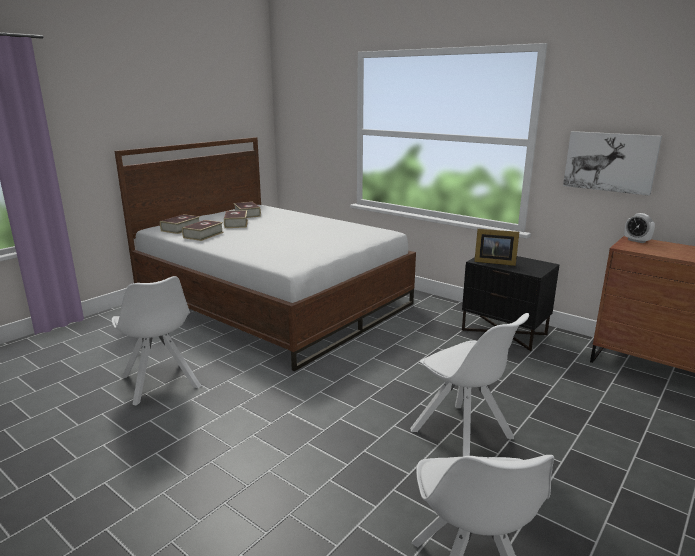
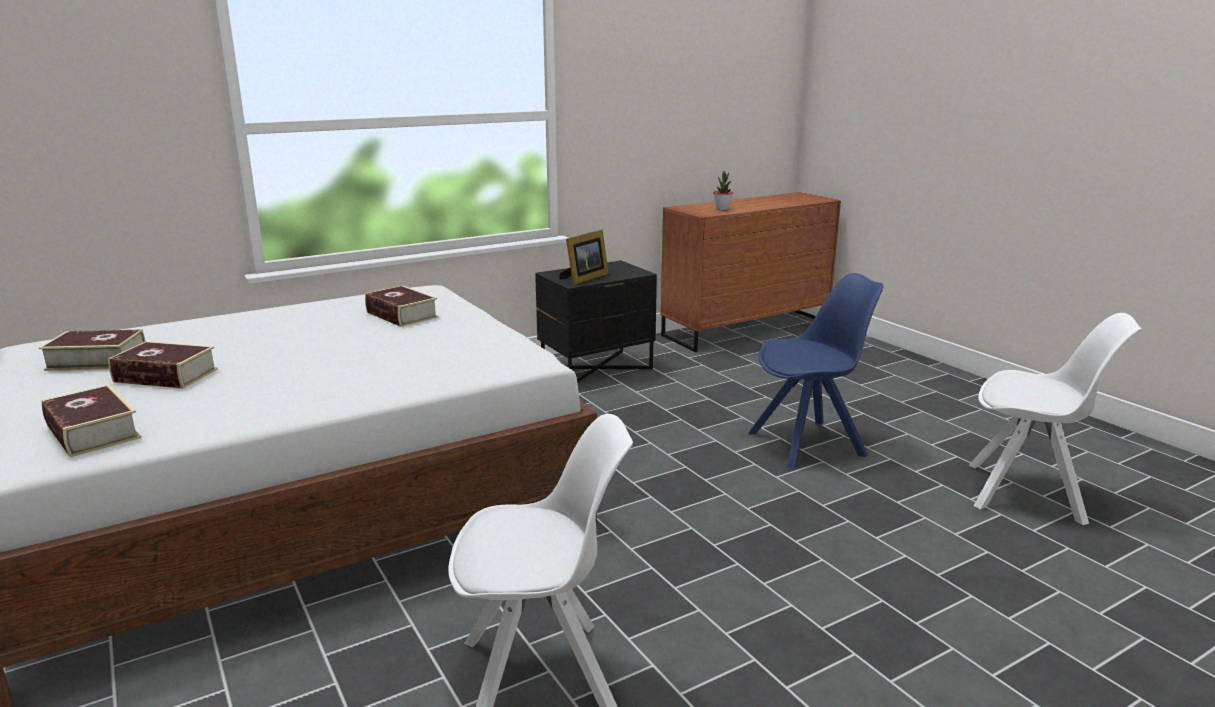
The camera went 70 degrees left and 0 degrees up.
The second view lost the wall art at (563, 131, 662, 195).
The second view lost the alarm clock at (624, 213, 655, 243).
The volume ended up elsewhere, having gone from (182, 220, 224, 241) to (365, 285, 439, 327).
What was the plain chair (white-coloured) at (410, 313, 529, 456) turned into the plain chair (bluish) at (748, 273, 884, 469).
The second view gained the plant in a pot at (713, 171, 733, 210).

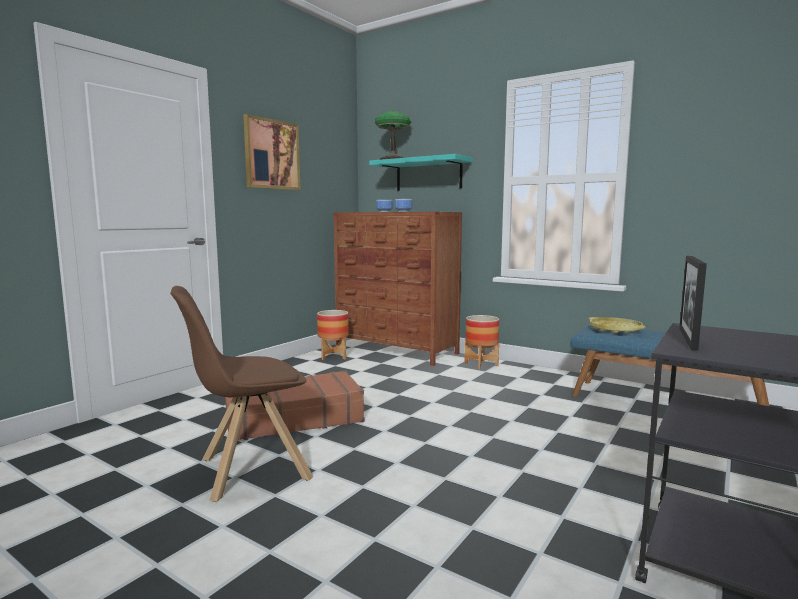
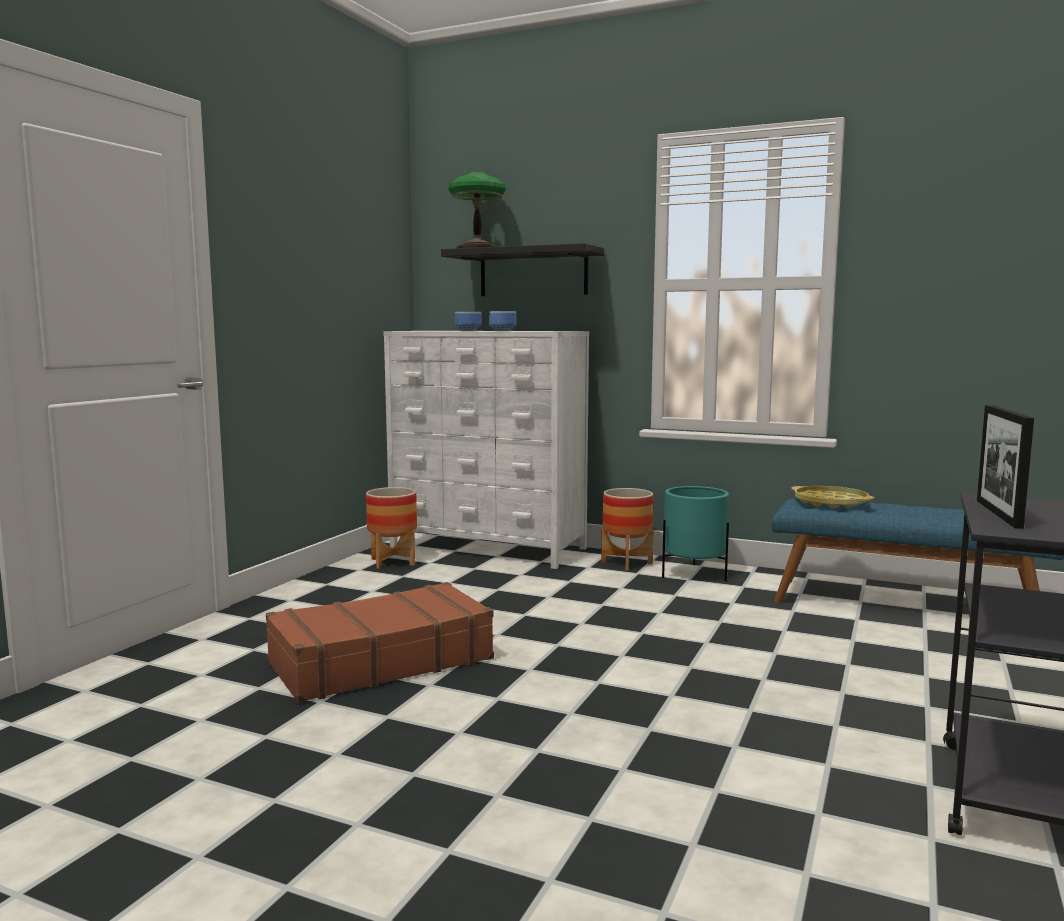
The camera went 10 degrees left and 0 degrees up.
The second view lost the wall art at (243, 114, 300, 190).
What was the wall shelf (blue-green) at (369, 154, 473, 191) turned into the wall shelf (blackish) at (441, 243, 604, 296).
What was the drawer chest (brown-coloured) at (333, 212, 462, 366) turned into the drawer chest (white-coloured) at (383, 331, 589, 569).
The second view lost the plain chair (brown-coloured) at (171, 286, 313, 502).
The second view gained the planter (blue-green) at (662, 486, 729, 581).

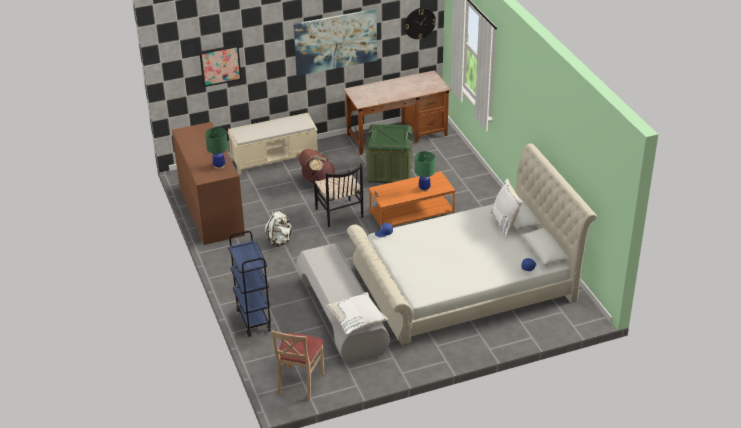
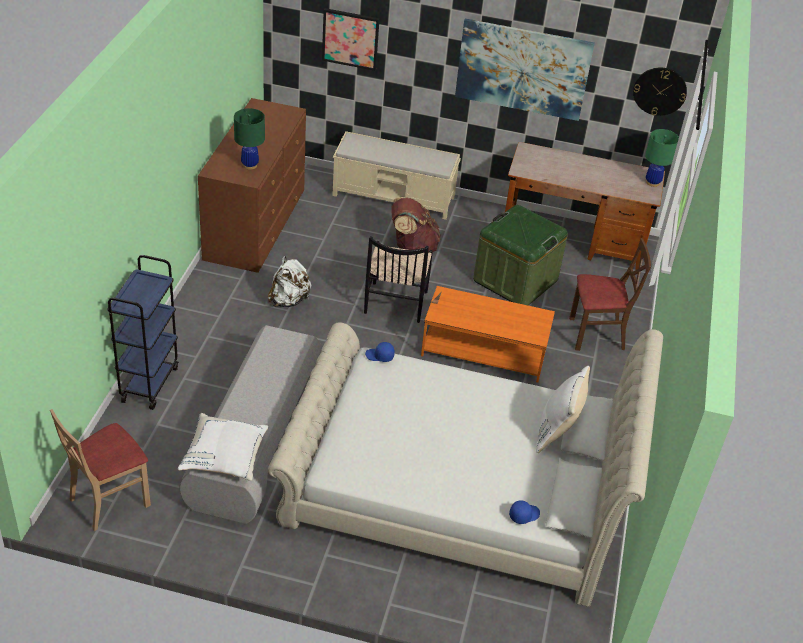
The camera went 30 degrees right and 5 degrees up.
The lamp for a table (greenish) ended up elsewhere, having gone from (415, 151, 435, 192) to (645, 129, 679, 187).
The second view gained the plain chair (brown-coloured) at (569, 238, 651, 351).

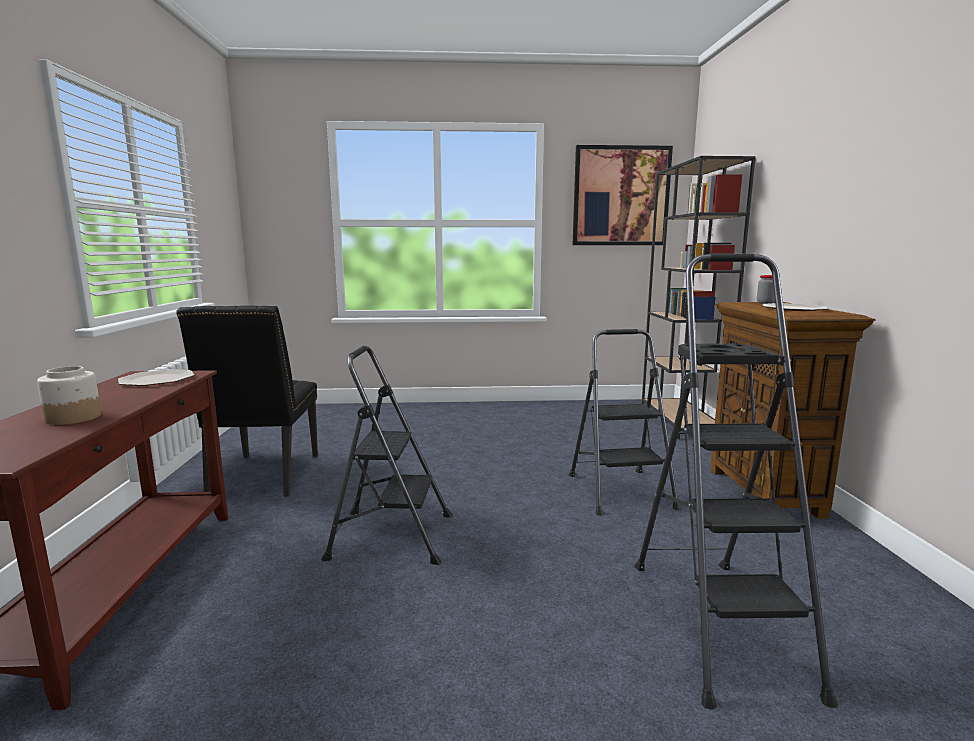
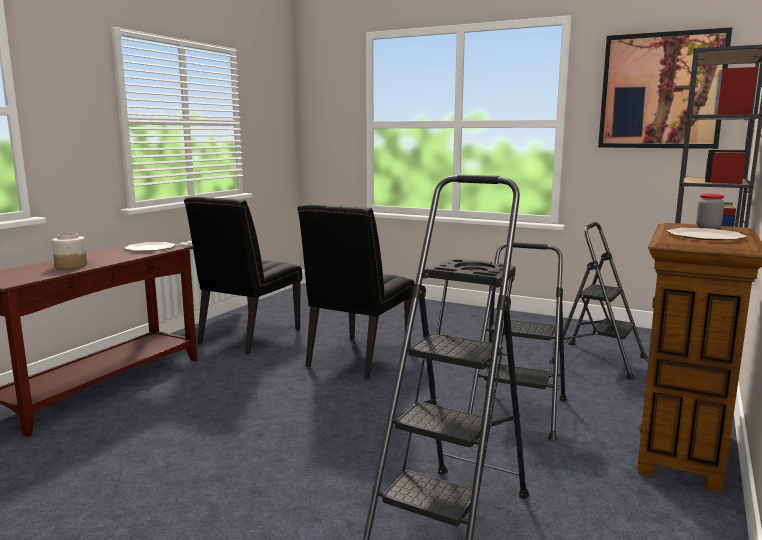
The camera went 30 degrees right and 0 degrees up.
The step ladder (blackish) ended up elsewhere, having gone from (321, 346, 452, 565) to (549, 222, 648, 380).
The second view gained the plain chair (blackish) at (297, 204, 415, 379).

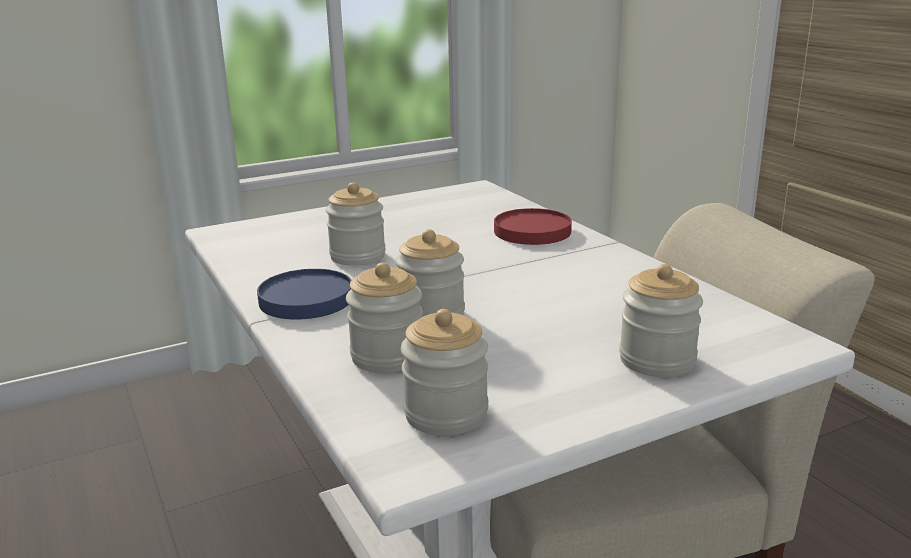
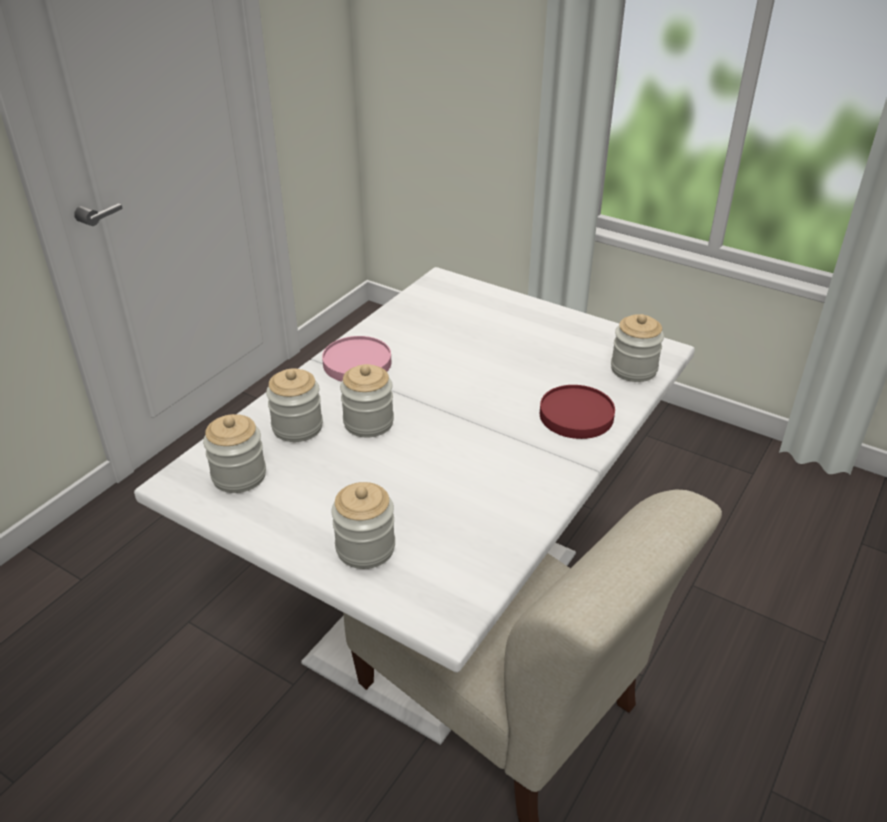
The camera went 60 degrees right and 15 degrees up.
The preserve jar ended up elsewhere, having gone from (326, 182, 386, 266) to (611, 314, 664, 382).
What was the flat dish (bluish) at (257, 269, 351, 320) turned into the flat dish (pink) at (322, 336, 391, 382).

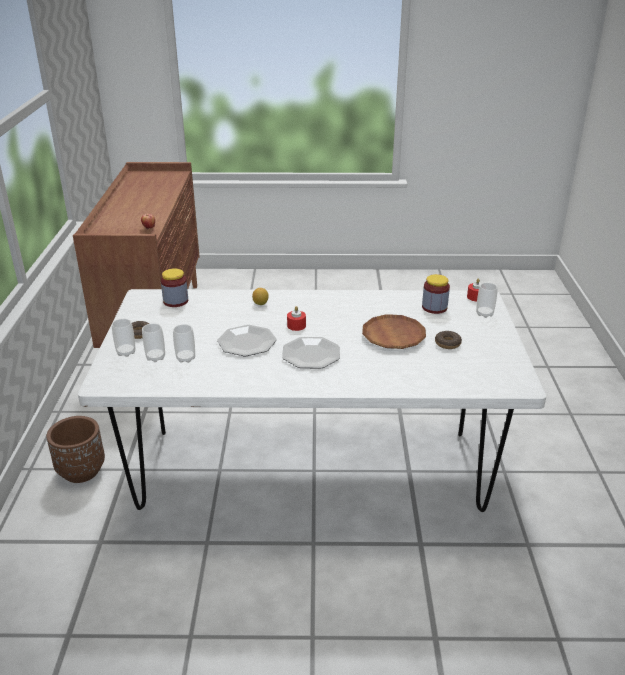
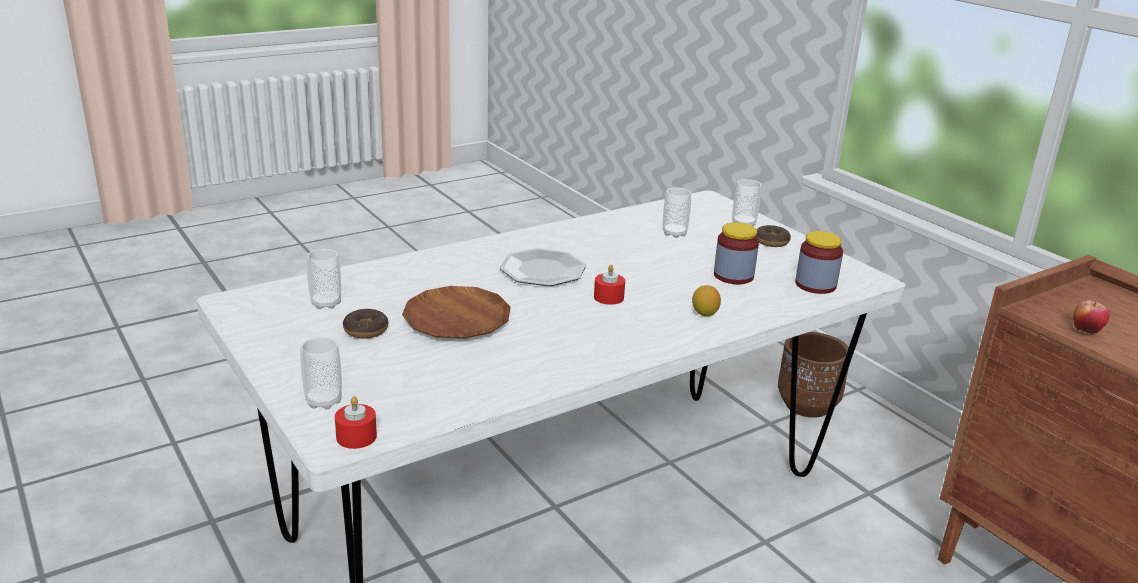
The camera went 145 degrees right and 5 degrees down.
The preserve jar ended up elsewhere, having gone from (422, 274, 450, 314) to (714, 222, 759, 284).
The cup ended up elsewhere, having gone from (142, 323, 165, 362) to (307, 249, 341, 309).
The second view lost the flat dish at (217, 325, 277, 356).

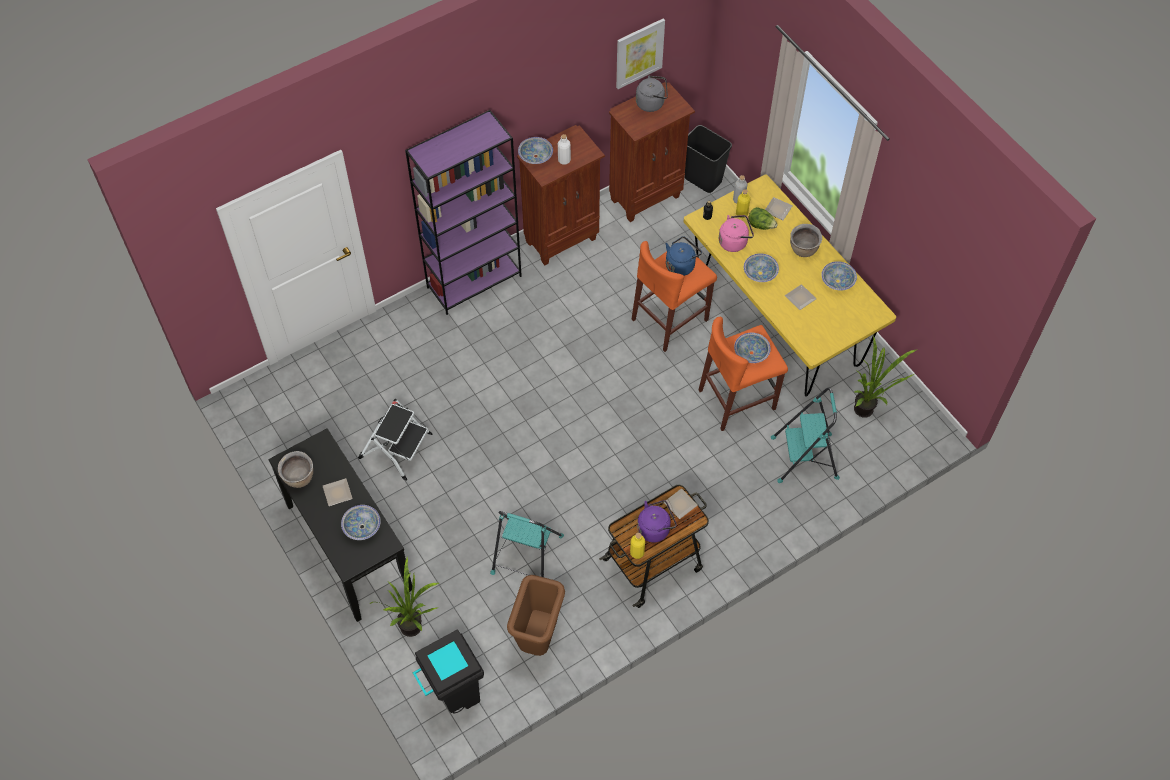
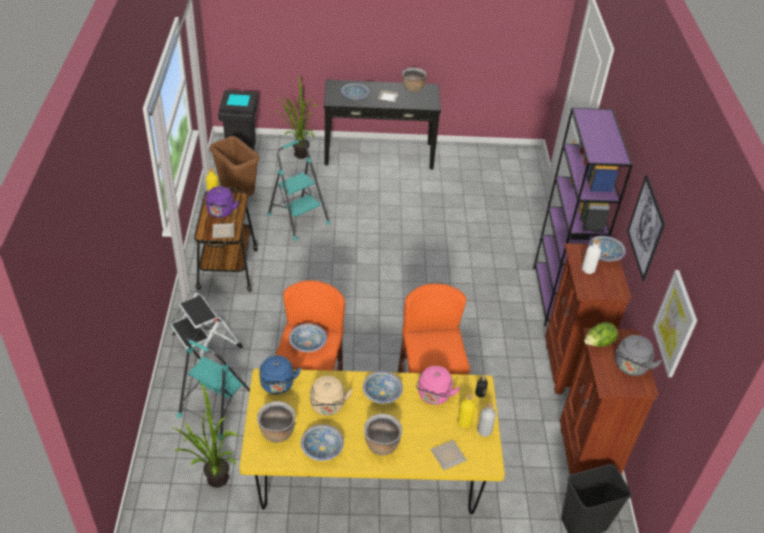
The camera went 120 degrees right and 15 degrees down.
The head of lettuce ended up elsewhere, having gone from (748, 207, 778, 230) to (584, 322, 618, 347).
The water kettle (bluish) ended up elsewhere, having gone from (666, 236, 702, 276) to (259, 355, 301, 394).
Where the flat dish stood at (785, 284, 816, 310), the water kettle (beige-coloured) came to stand at (310, 376, 353, 416).
The step ladder ended up elsewhere, having gone from (358, 399, 432, 481) to (171, 291, 243, 363).
The second view gained the wall art at (627, 175, 665, 282).
The second view gained the stockpot (brown-coloured) at (257, 401, 296, 443).

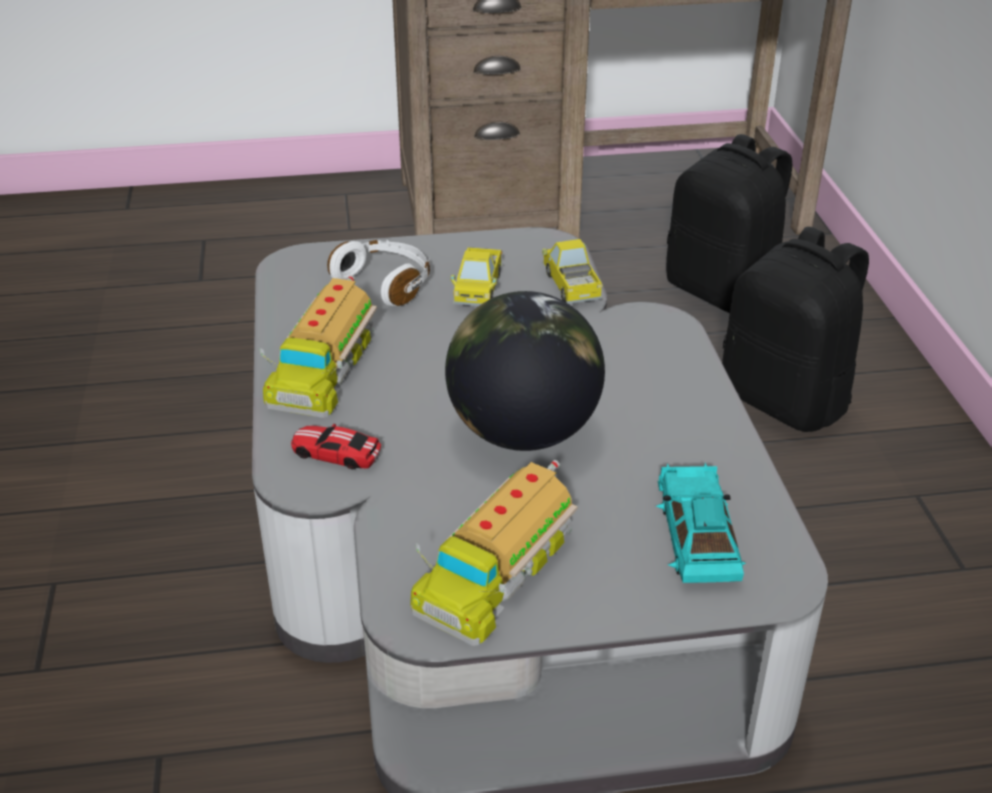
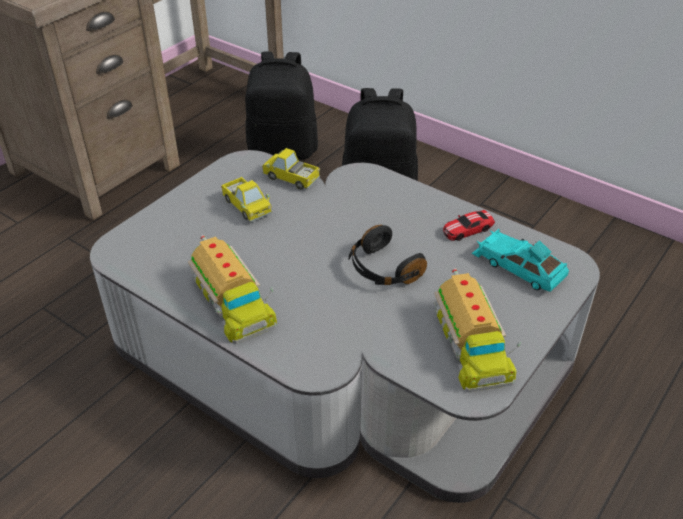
The camera went 45 degrees left and 5 degrees up.
The second view lost the pair of headphones (white-coloured) at (327, 240, 431, 306).
Where the globe stood at (445, 291, 605, 451), the pair of headphones (blackish) came to stand at (349, 224, 427, 285).
The toy car ended up elsewhere, having gone from (291, 424, 381, 469) to (443, 210, 495, 241).

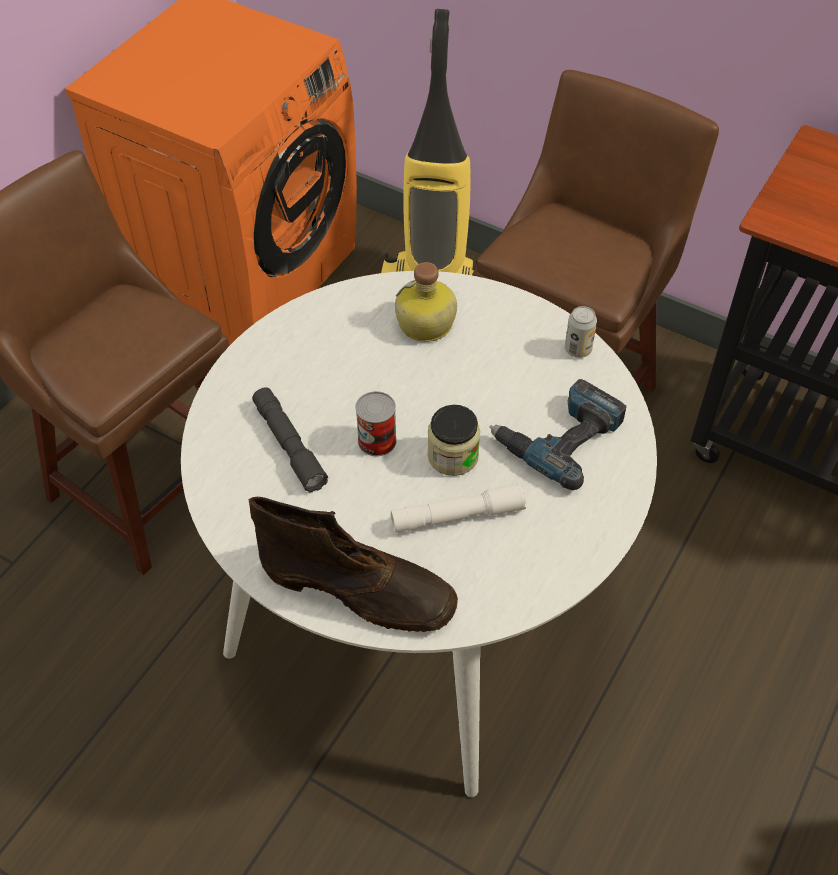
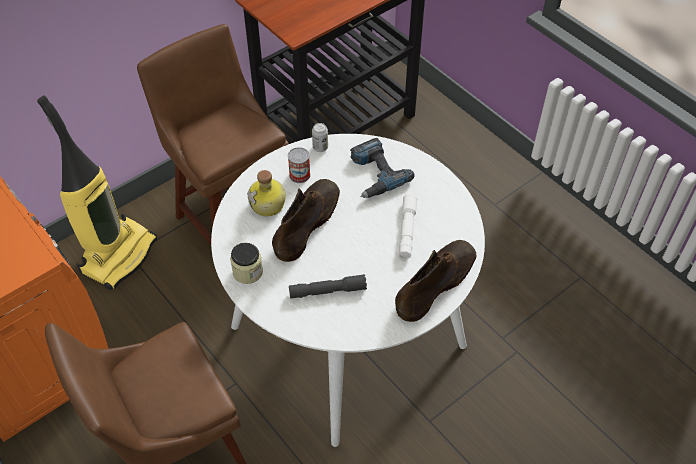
The camera went 70 degrees left and 0 degrees up.
The metal can ended up elsewhere, having gone from (355, 391, 397, 456) to (288, 147, 310, 183).
The preserve jar ended up elsewhere, having gone from (428, 405, 480, 476) to (230, 243, 263, 284).
The second view gained the boot (brown-coloured) at (272, 179, 340, 262).

